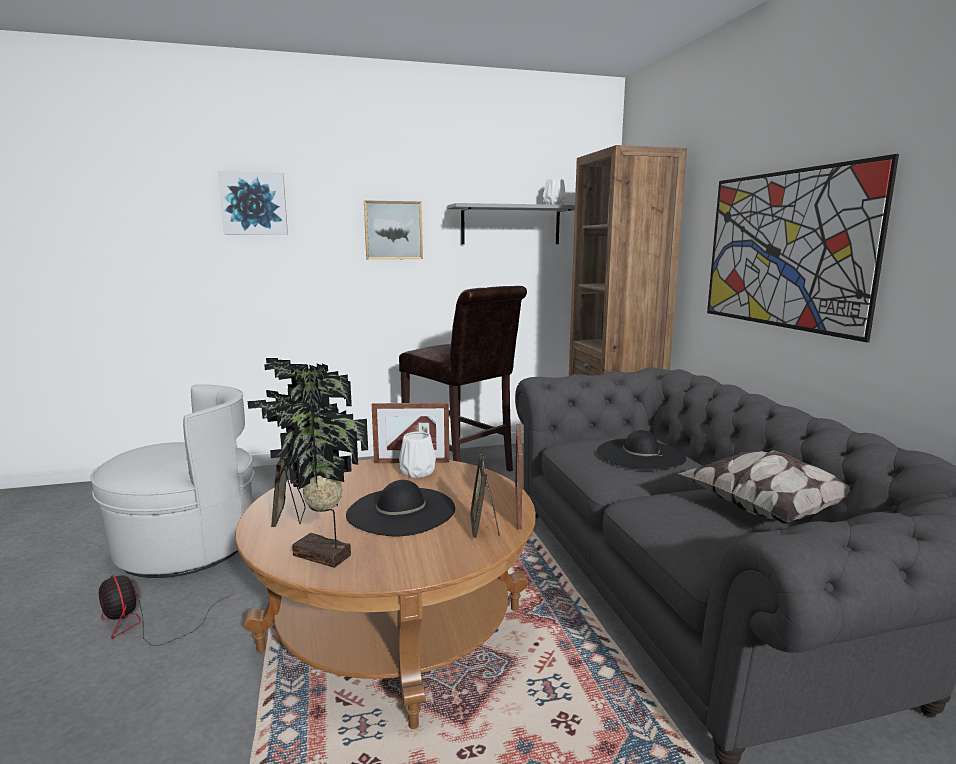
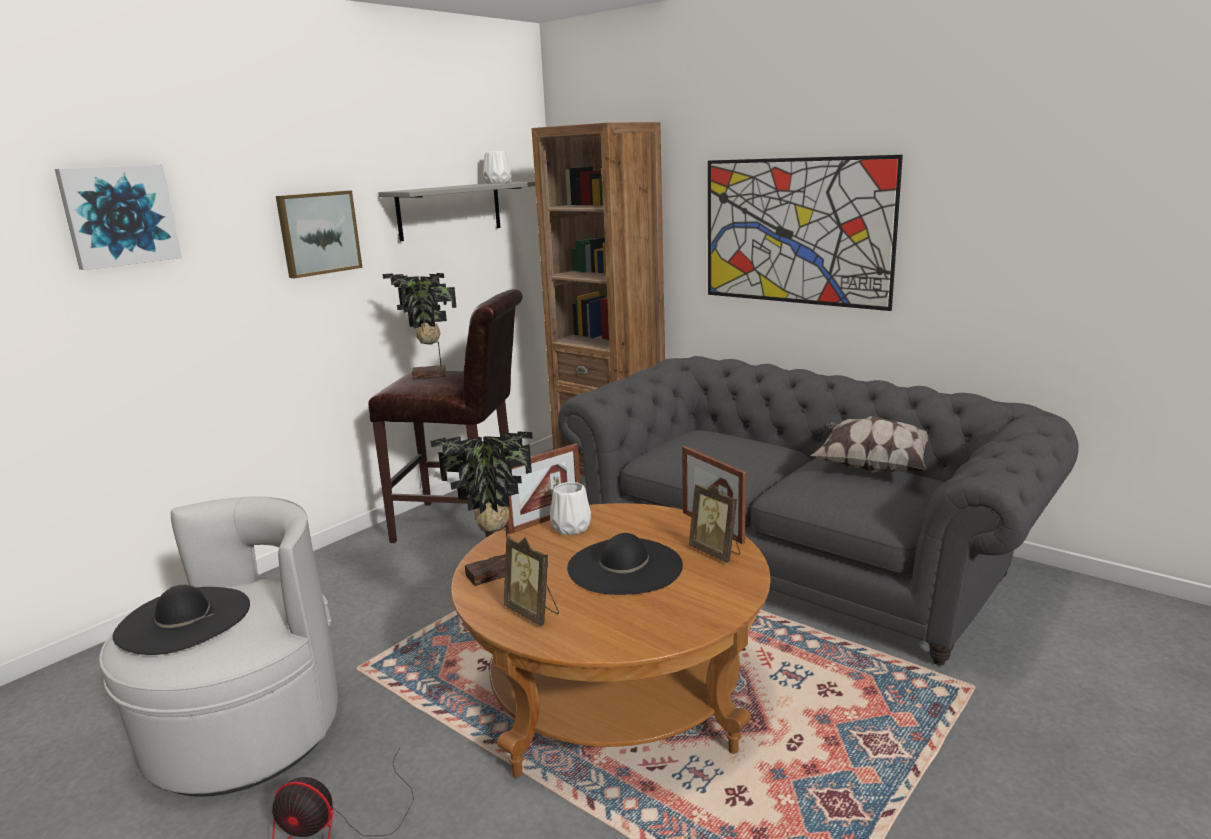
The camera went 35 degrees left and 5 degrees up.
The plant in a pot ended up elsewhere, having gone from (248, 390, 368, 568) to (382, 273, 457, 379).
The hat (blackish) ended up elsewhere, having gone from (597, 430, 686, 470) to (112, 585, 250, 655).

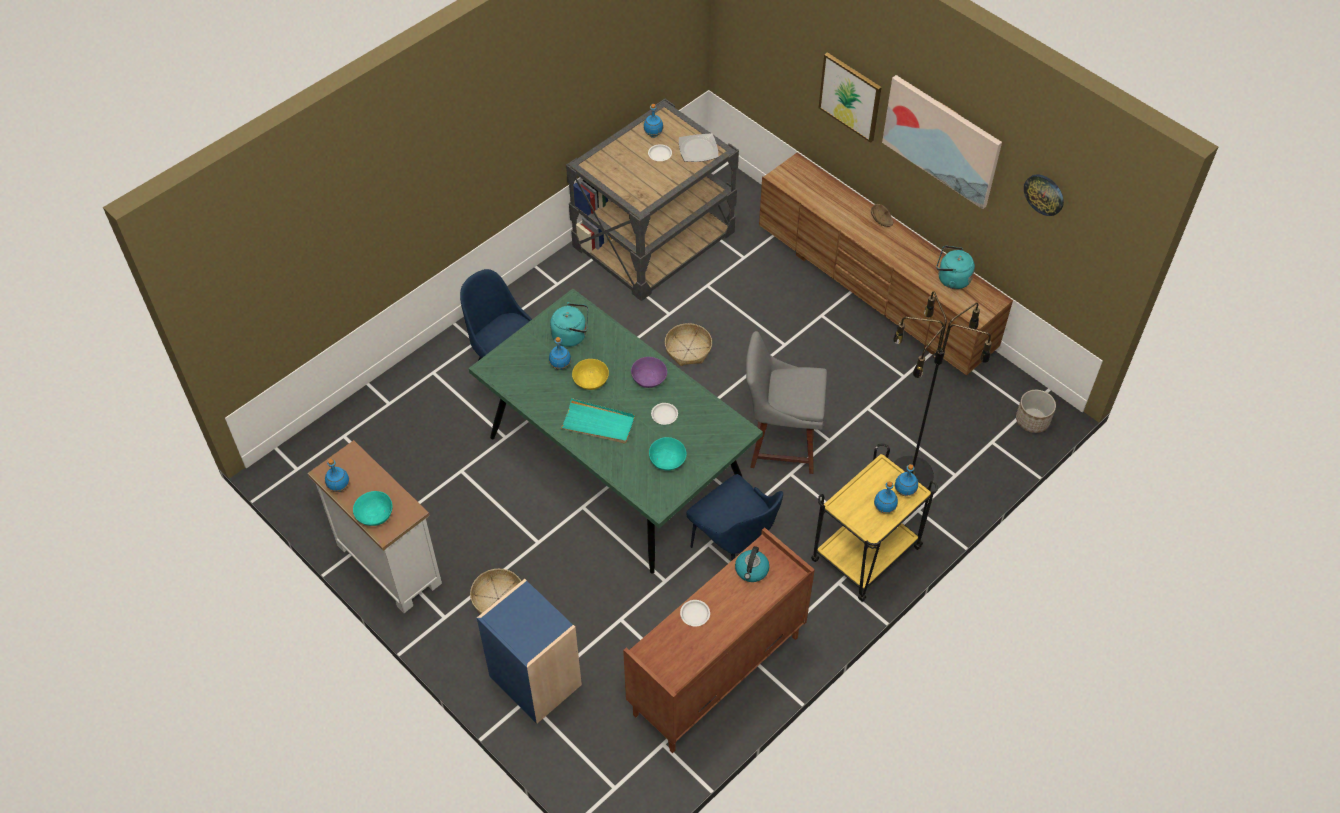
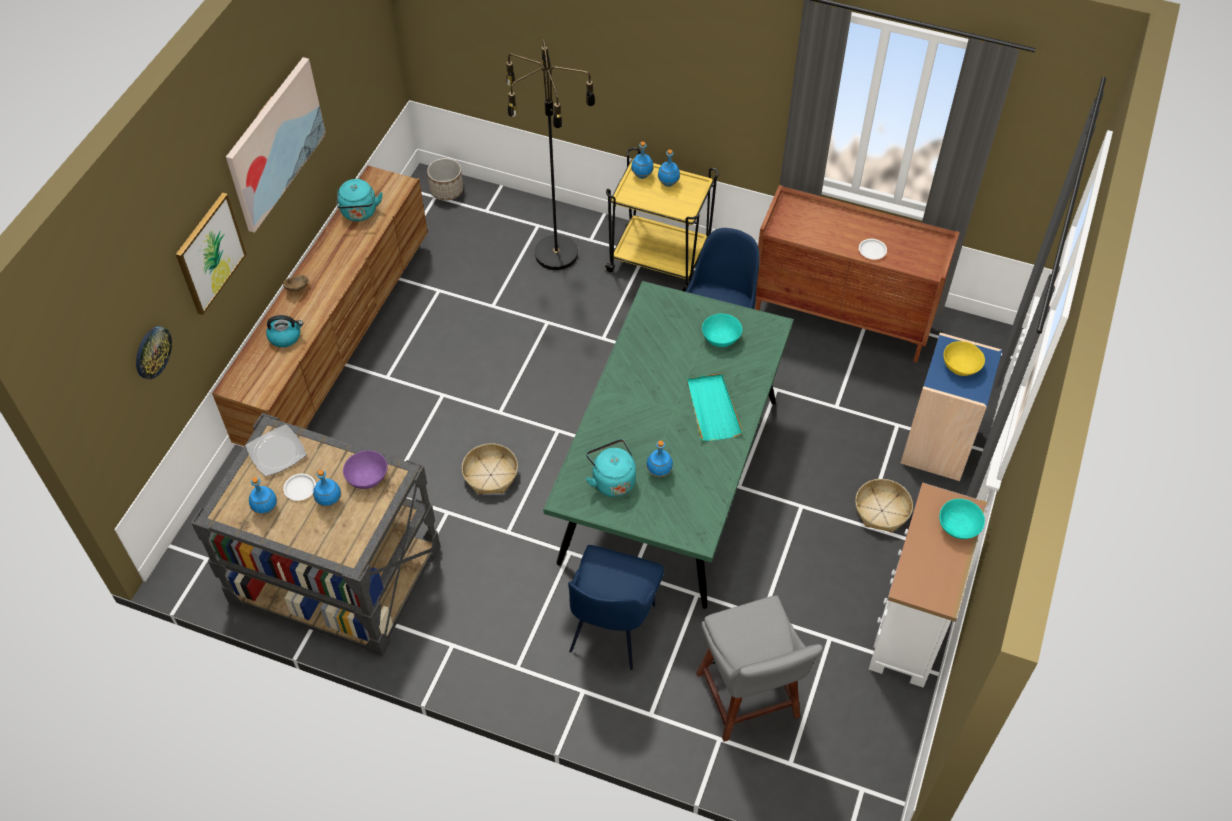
The camera went 115 degrees left and 0 degrees up.
The hanging clock ended up elsewhere, having gone from (1024, 175, 1064, 216) to (136, 326, 172, 379).
The stool (gray) ended up elsewhere, having gone from (746, 331, 827, 474) to (696, 595, 823, 742).
The serving bowl (purple-coloured) ended up elsewhere, having gone from (631, 357, 667, 388) to (343, 450, 388, 489).
The serving bowl (yellow-coloured) ended up elsewhere, having gone from (572, 359, 609, 390) to (944, 341, 985, 376).
The second view lost the flat dish (white-coloured) at (651, 403, 678, 425).
The bottle (bluish) ended up elsewhere, having gone from (325, 459, 350, 492) to (313, 469, 341, 507).
The water kettle ended up elsewhere, having gone from (735, 546, 769, 582) to (266, 315, 303, 347).

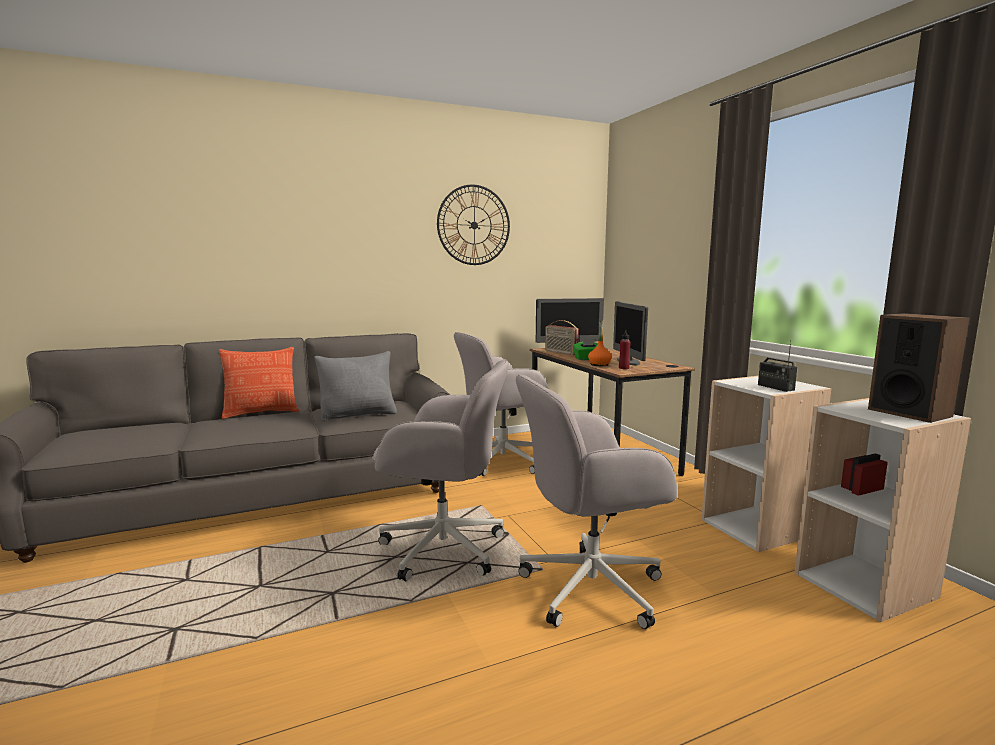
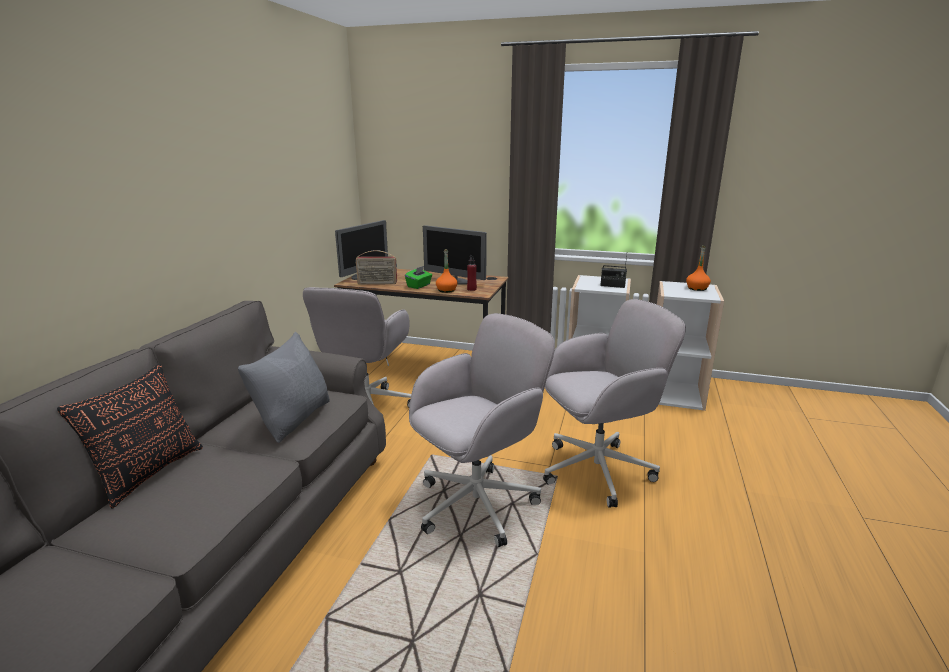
The camera went 50 degrees left and 10 degrees up.
The second view lost the hanging clock at (437, 185, 510, 265).
Where the speaker stood at (868, 313, 969, 423), the bottle (orangey) came to stand at (686, 246, 711, 291).
What was the throw pillow (orangey) at (219, 347, 299, 419) turned into the throw pillow (blackish) at (57, 364, 203, 509).
The desk chair (gray) at (516, 374, 677, 629) ended up facing another way, 135 degrees counterclockwise from before.

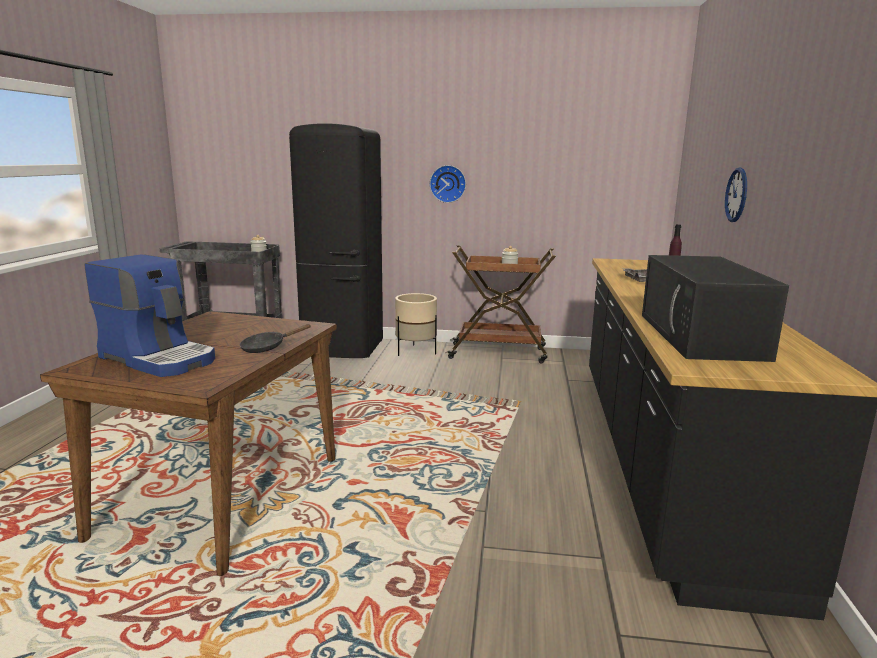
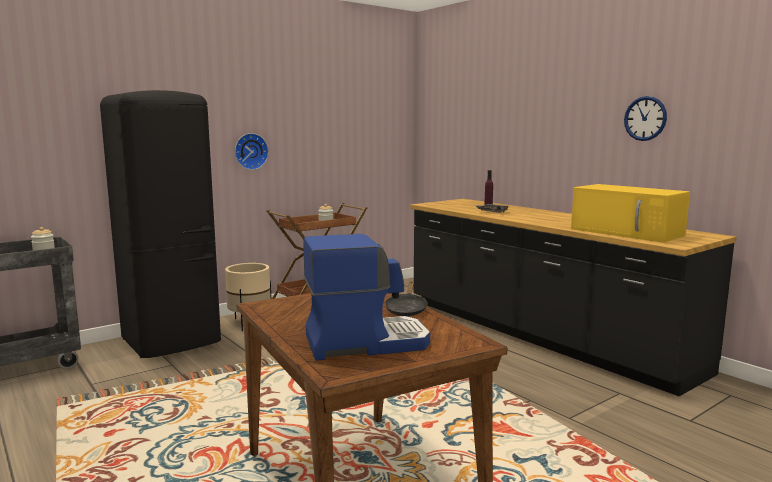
The camera went 45 degrees left and 5 degrees down.
The hanging clock ended up elsewhere, having gone from (725, 168, 747, 222) to (624, 96, 667, 141).
What was the microwave oven (blackish) at (642, 255, 789, 362) turned into the microwave oven (yellow-coloured) at (571, 184, 690, 243).

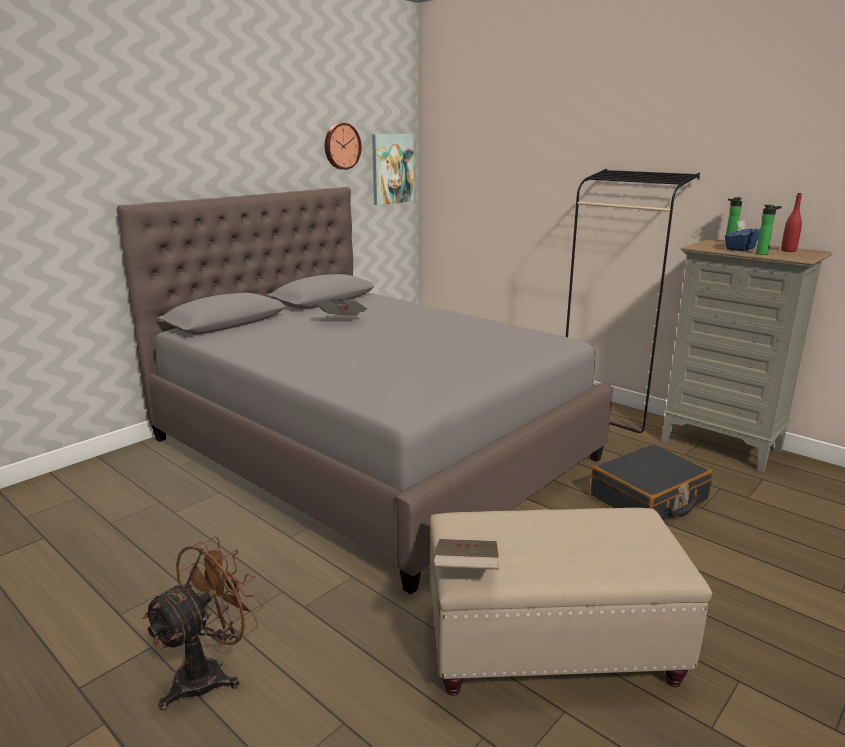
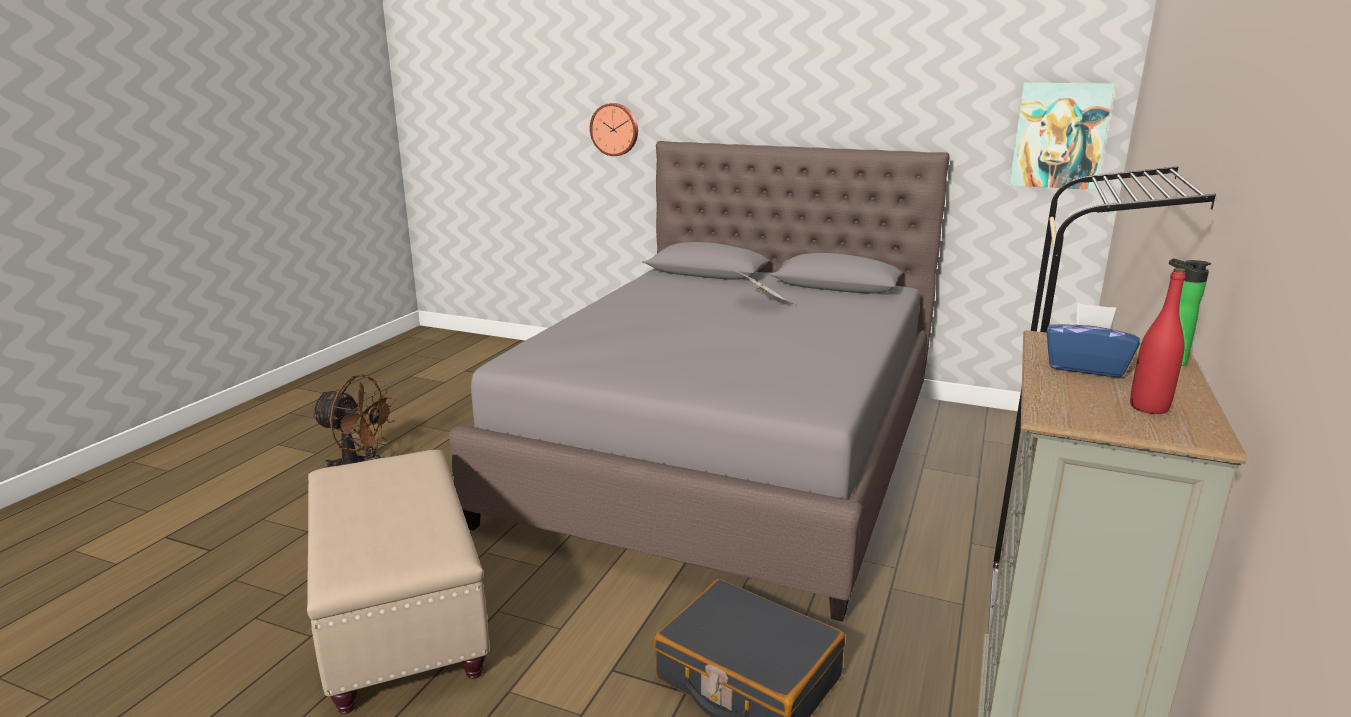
The camera went 70 degrees right and 0 degrees up.
The hanging clock ended up elsewhere, having gone from (325, 123, 362, 170) to (590, 103, 638, 156).
The second view lost the bottle at (756, 205, 782, 255).
The second view lost the volume (brown-coloured) at (433, 539, 499, 570).

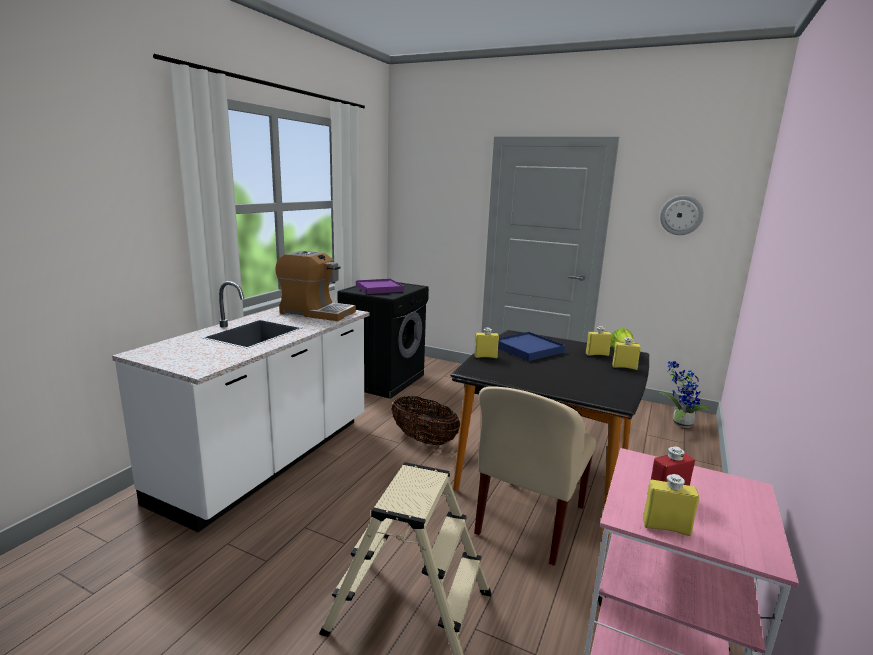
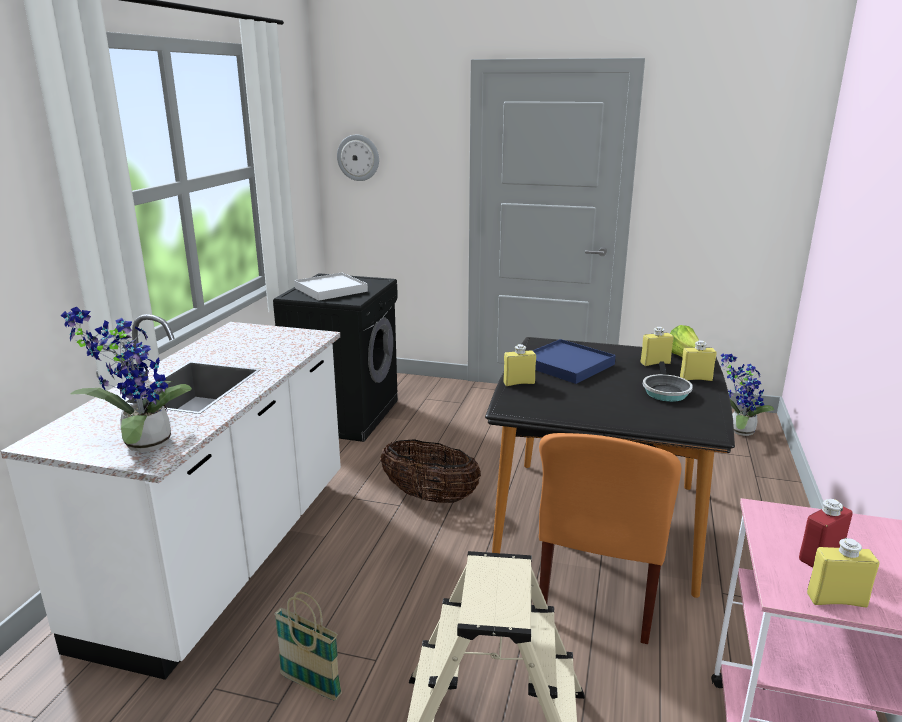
The camera went 10 degrees left and 5 degrees up.
The hanging clock ended up elsewhere, having gone from (660, 195, 704, 235) to (337, 135, 379, 181).
The second view lost the coffee machine at (275, 251, 356, 321).
What was the carrying tray (purple-coloured) at (356, 279, 404, 294) turned into the carrying tray (white-coloured) at (294, 272, 368, 301).
What was the plain chair (beige-coloured) at (474, 386, 596, 566) turned into the plain chair (orangey) at (539, 433, 681, 644).
The second view gained the plant in a pot at (61, 306, 192, 452).
The second view gained the frying pan at (643, 361, 693, 402).
The second view gained the storage basket at (274, 591, 342, 701).

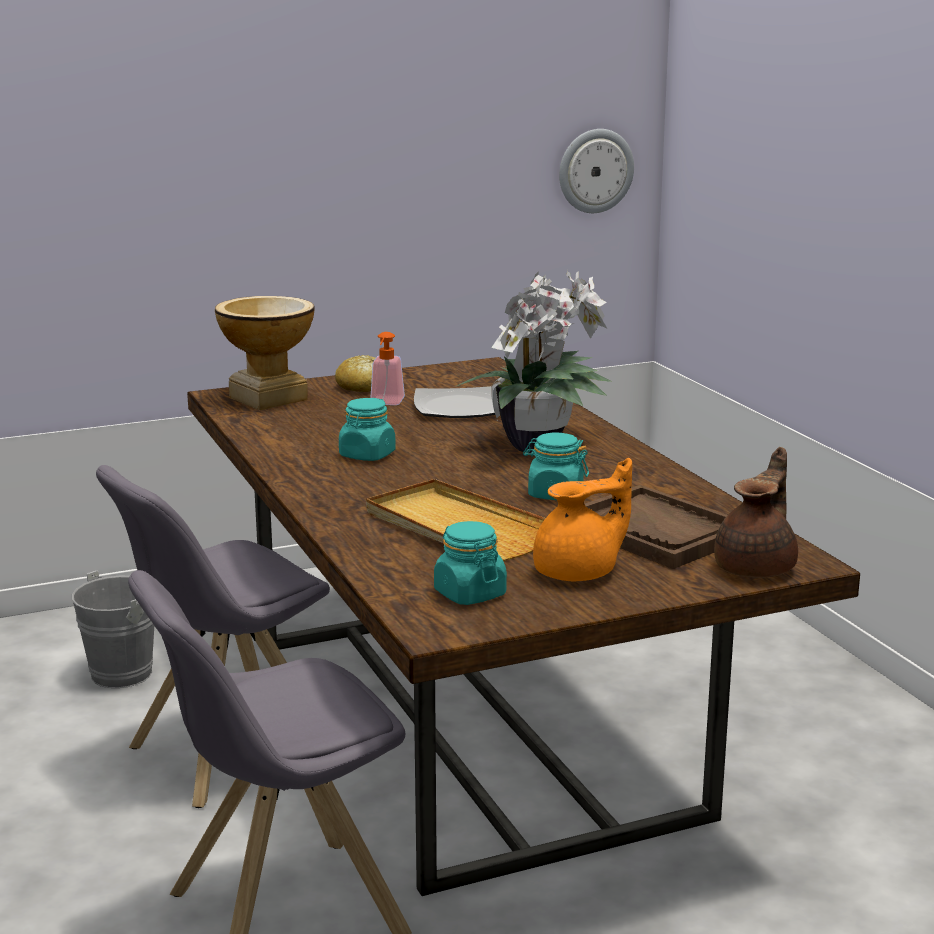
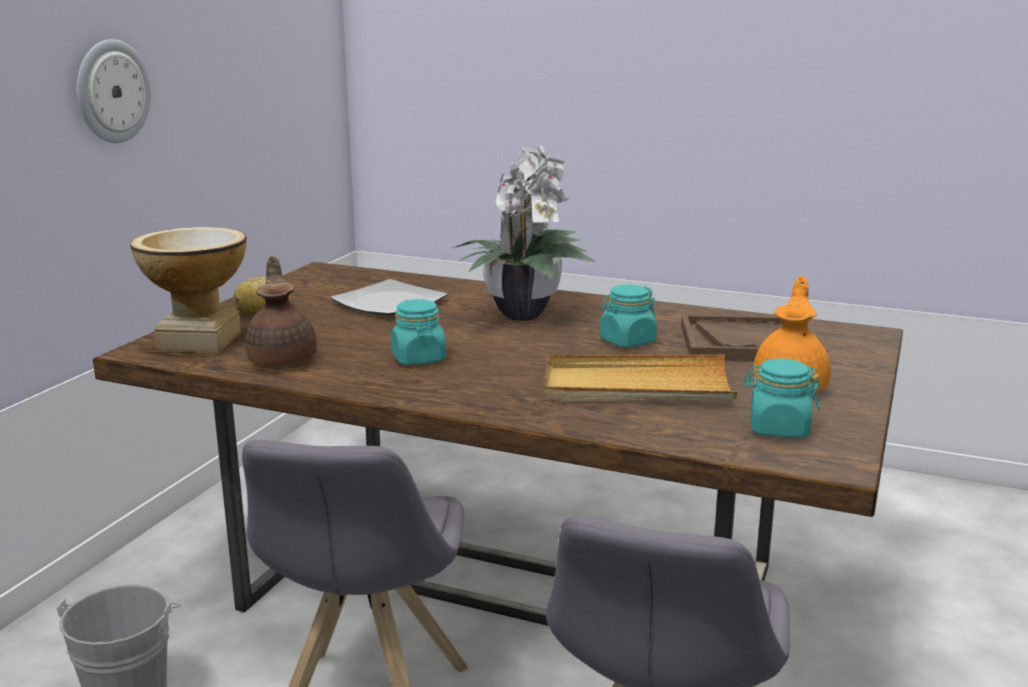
The camera went 45 degrees left and 0 degrees up.
The hanging clock ended up elsewhere, having gone from (559, 129, 634, 213) to (77, 39, 151, 143).
The second view lost the liquid soap bottle at (370, 332, 405, 405).
The tea pot (brown-coloured) ended up elsewhere, having gone from (714, 447, 798, 578) to (245, 256, 317, 367).

